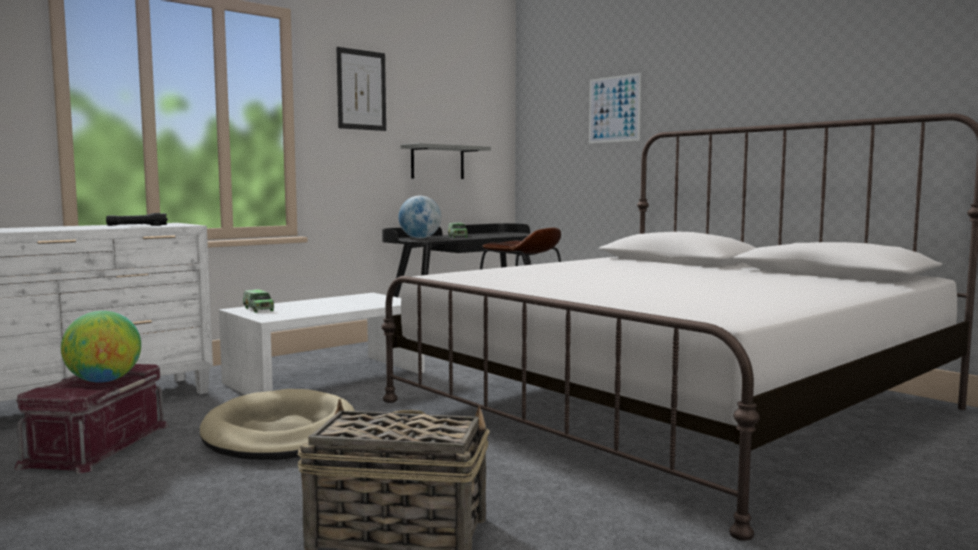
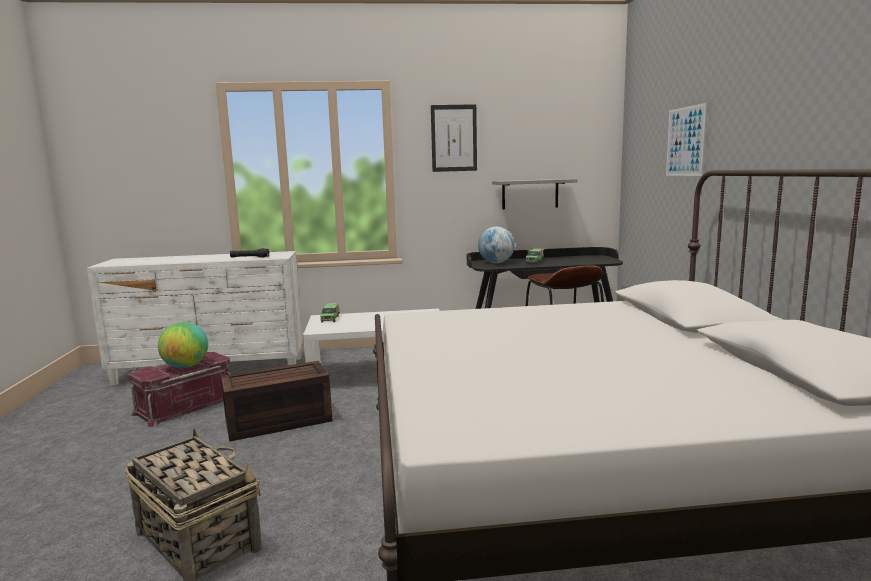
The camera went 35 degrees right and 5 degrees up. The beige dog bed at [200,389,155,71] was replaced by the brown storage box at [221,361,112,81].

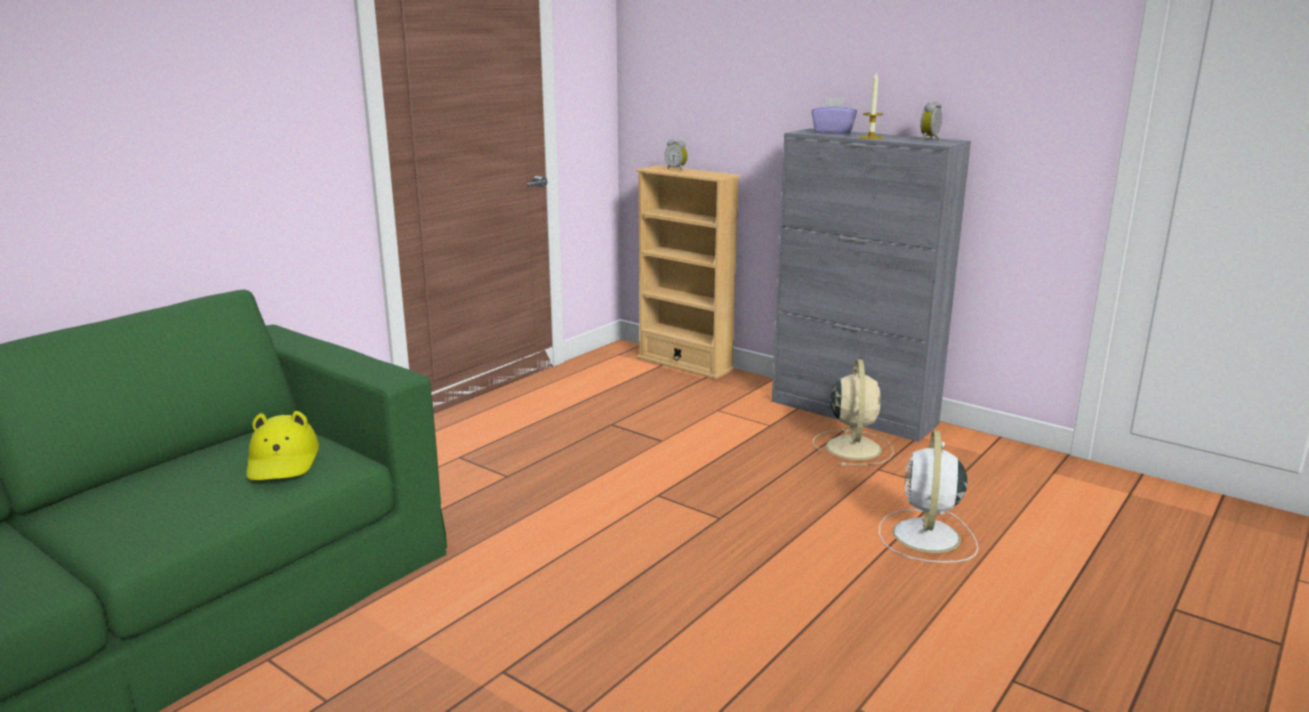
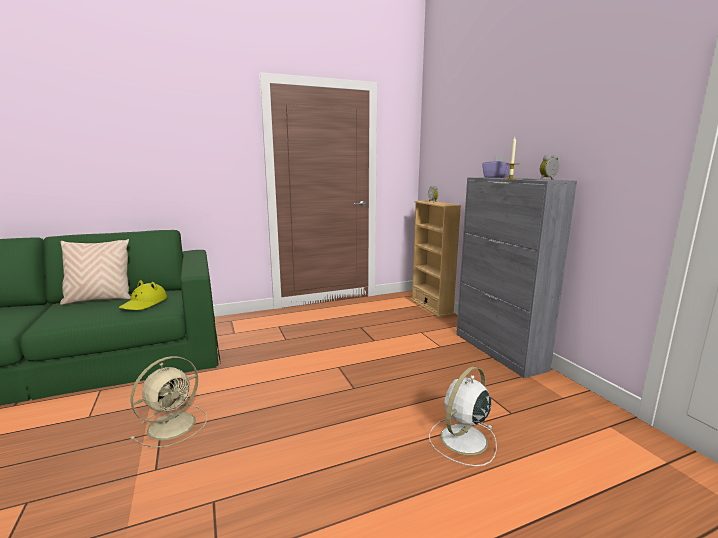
The camera went 30 degrees right and 5 degrees down. The beige pillow at [60,239,71,66] appeared. The beige fan moved from [813,359,81,107] to [130,356,77,92].

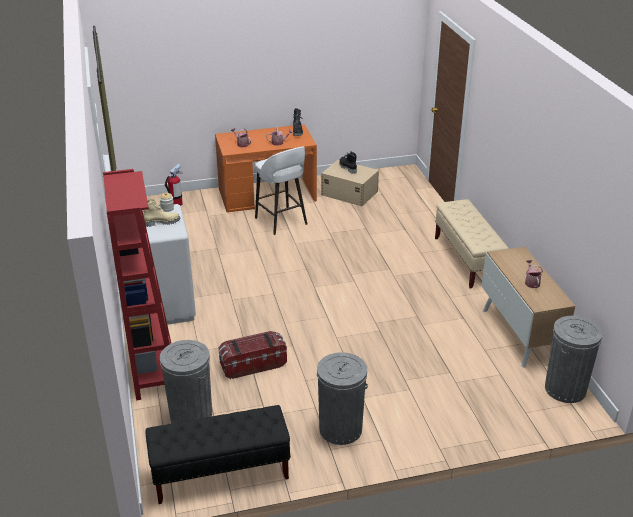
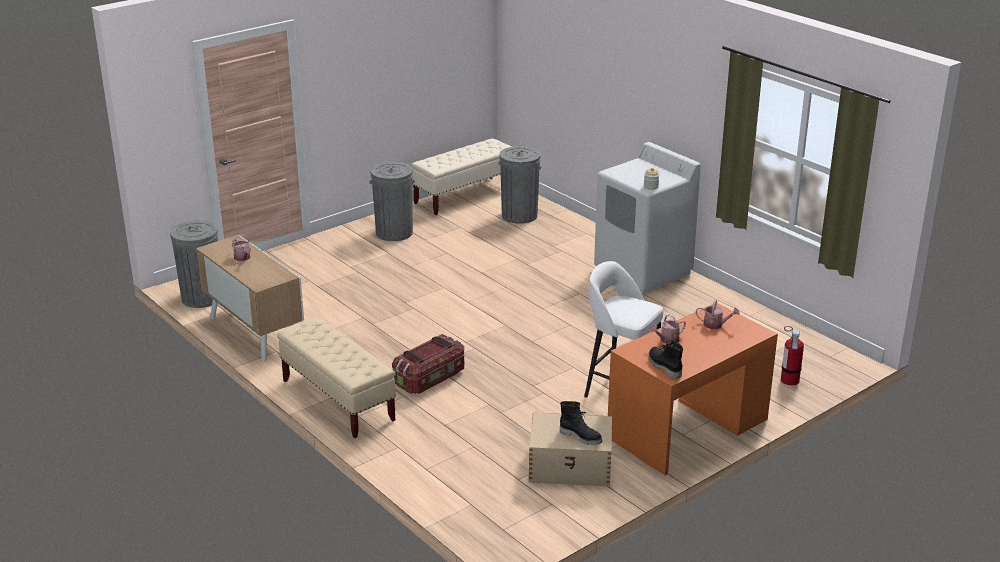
The camera went 155 degrees right and 5 degrees down. The red bookcase at [103,169,68,232] disappeared. The beige boot at [143,198,37,29] disappeared. The storage box moved from [219,331,68,48] to [392,334,72,60]. The black bench at [145,405,146,99] became the beige bench at [411,138,100,77].

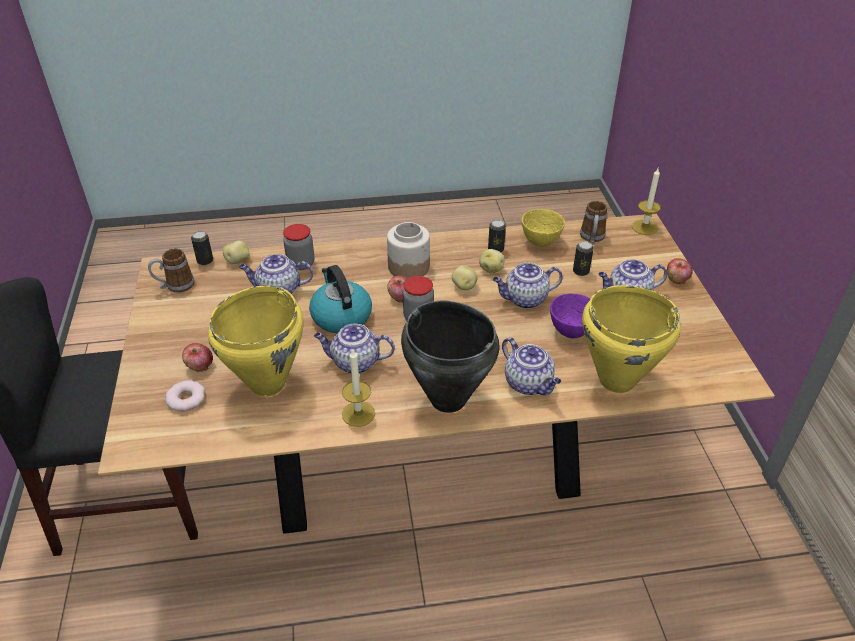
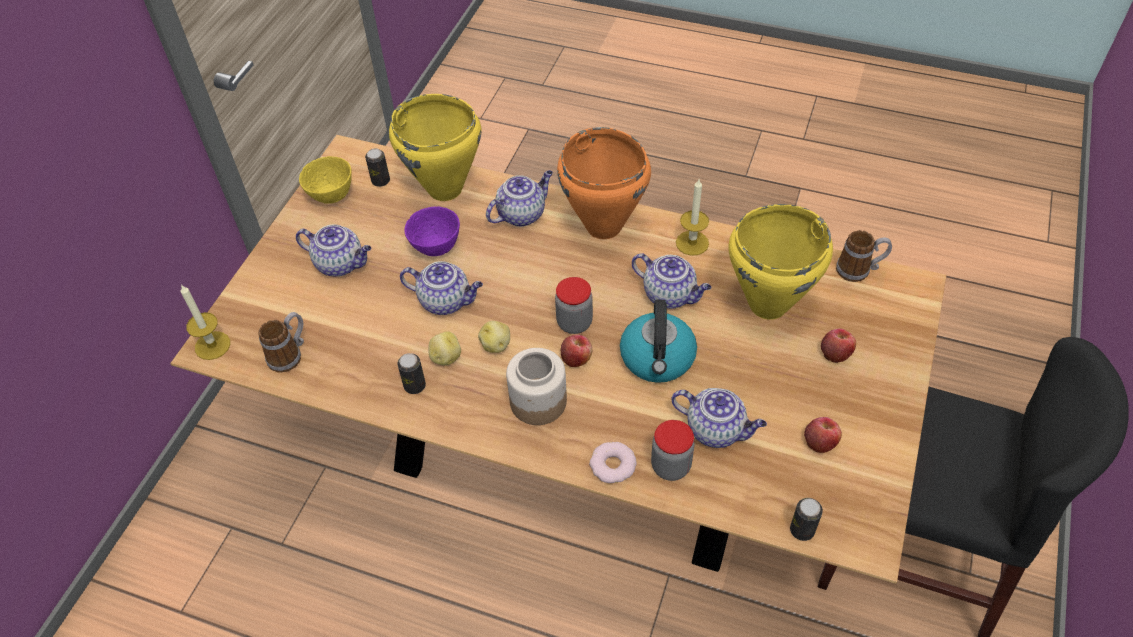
The camera went 150 degrees left and 10 degrees up. The potato at [223,241,27,23] disappeared. The mug moved from [148,248,47,45] to [836,230,56,52]. The donut moved from [165,380,40,31] to [589,442,48,41]. The yellow bowl moved from [522,209,43,38] to [299,156,53,48]. The can moved from [573,241,21,35] to [365,148,25,39]. The apple moved from [667,258,26,26] to [804,417,38,36]. The black cooking pot at [401,300,99,113] became the orange cooking pot at [557,127,94,112]. The teapot at [502,337,59,58] turned 60 degrees clockwise.

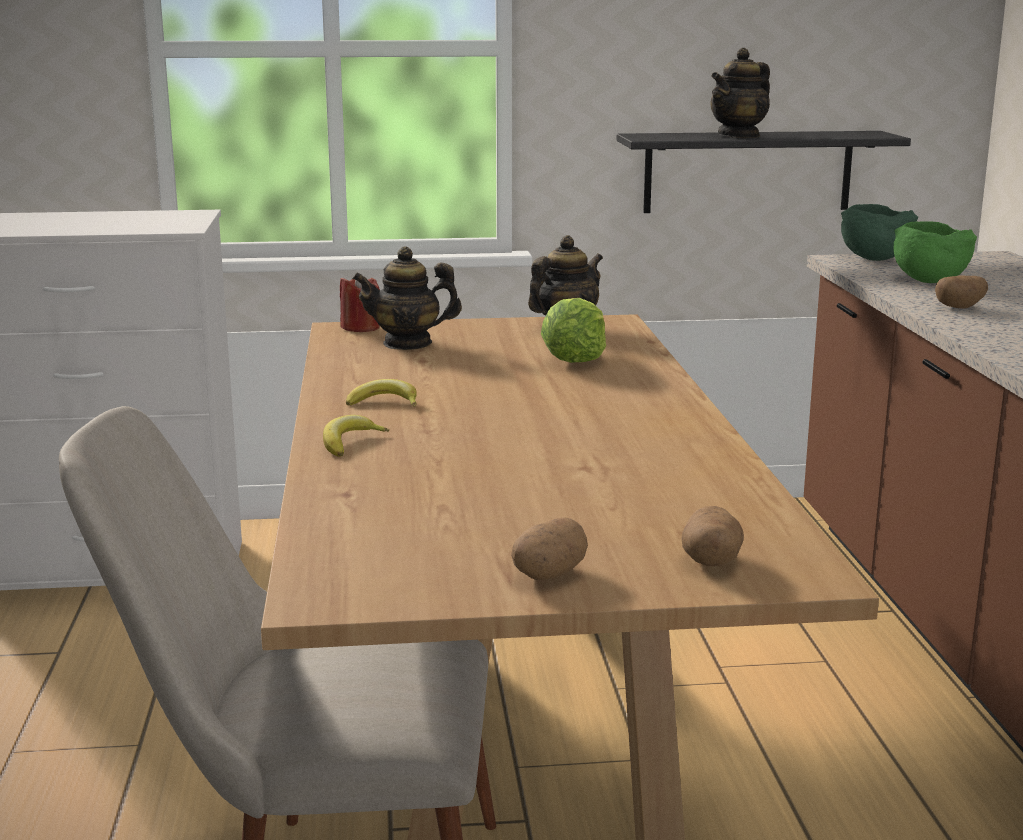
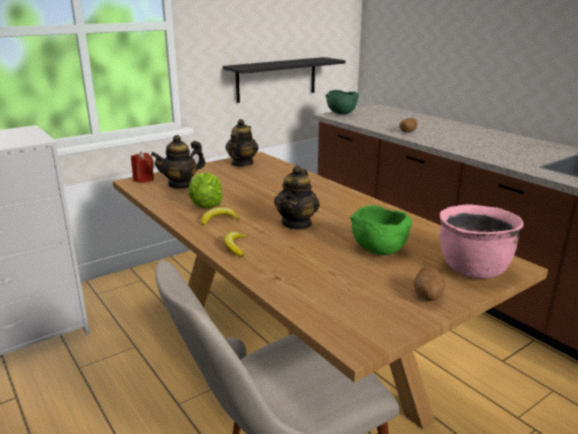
The camera went 30 degrees left and 5 degrees up. The lettuce moved from [541,298,65,65] to [188,172,35,36]. The teapot moved from [710,48,60,90] to [274,165,45,65]. The green bowl moved from [894,221,83,62] to [350,205,62,50]. The potato at [681,506,63,60] was replaced by the pink cooking pot at [440,204,84,75].

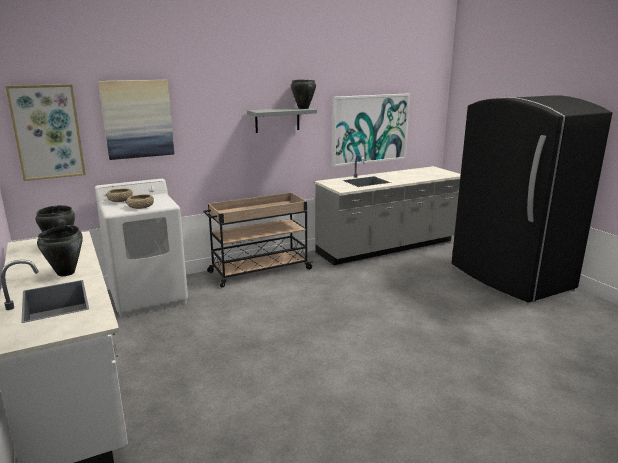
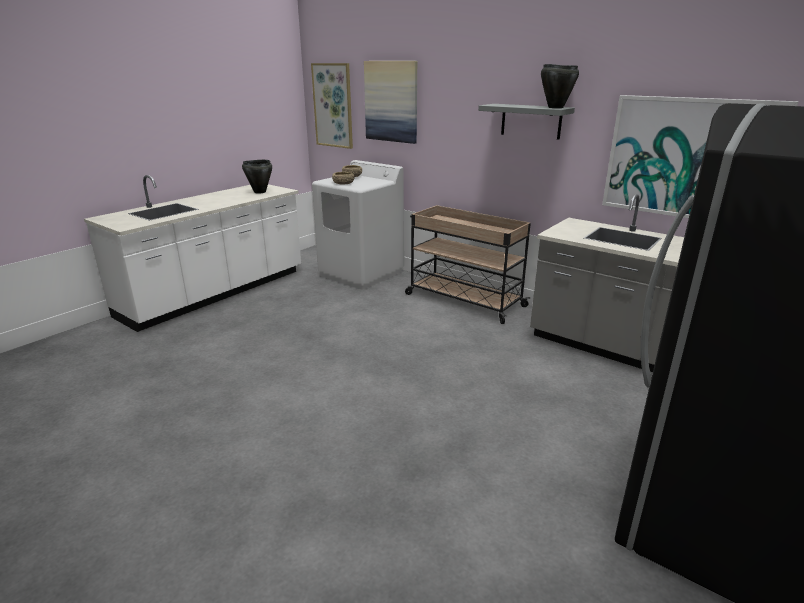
The camera went 65 degrees right and 5 degrees up. The black cooking pot at [37,225,46,51] disappeared.

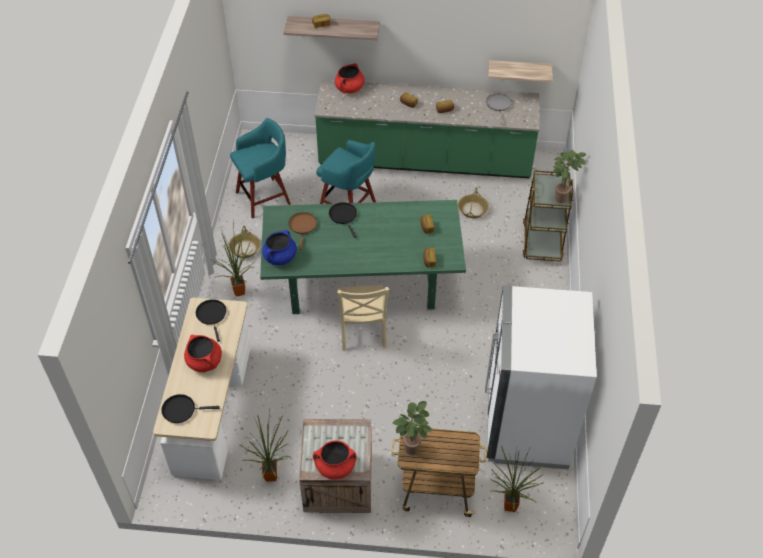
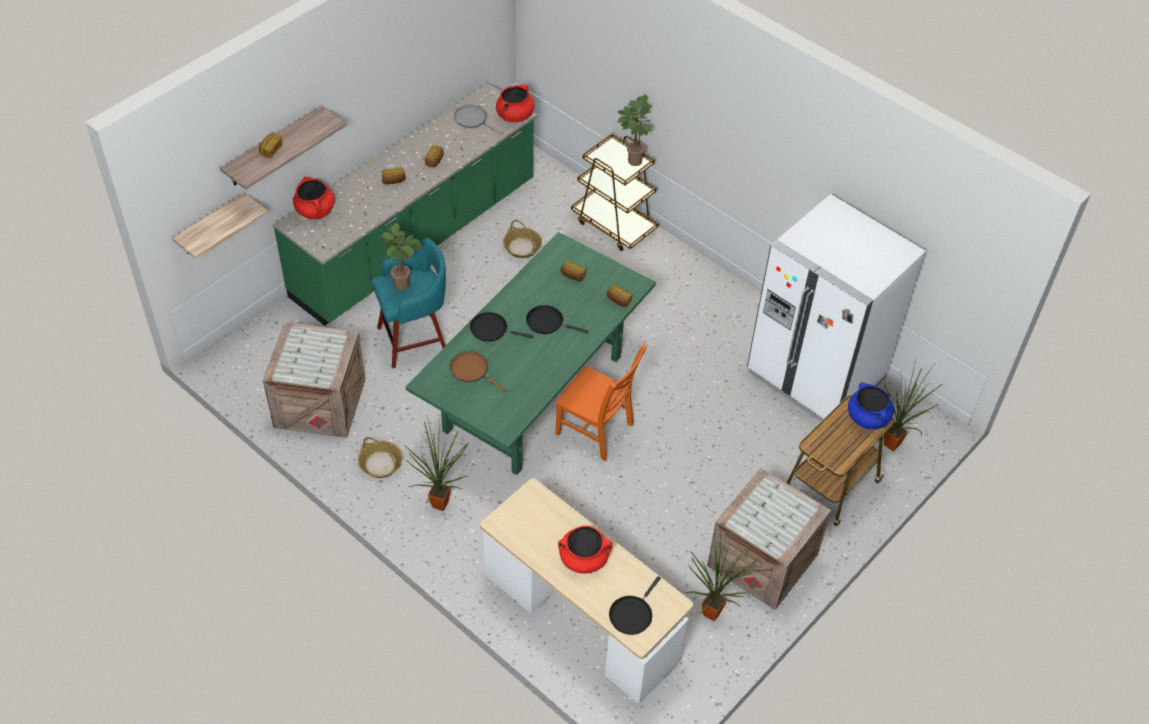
The camera went 55 degrees left and 0 degrees up. The black frying pan moved from [196,299,30,43] to [526,305,62,29]. The blue cooking pot moved from [262,230,35,35] to [848,382,46,48]. The red cooking pot moved from [313,440,43,40] to [496,84,38,38]. The potted plant moved from [392,401,40,54] to [380,223,43,68]. The shelf moved from [488,60,64,23] to [172,192,96,67]. The turquoise stool at [230,118,61,101] was replaced by the crate at [263,322,102,116]. The beige chair at [337,285,52,66] became the orange chair at [555,344,93,117].

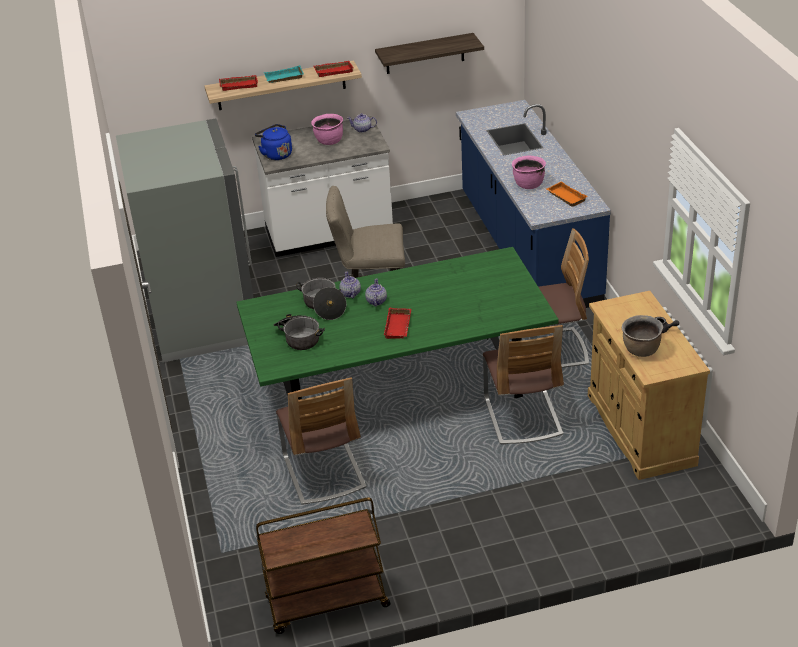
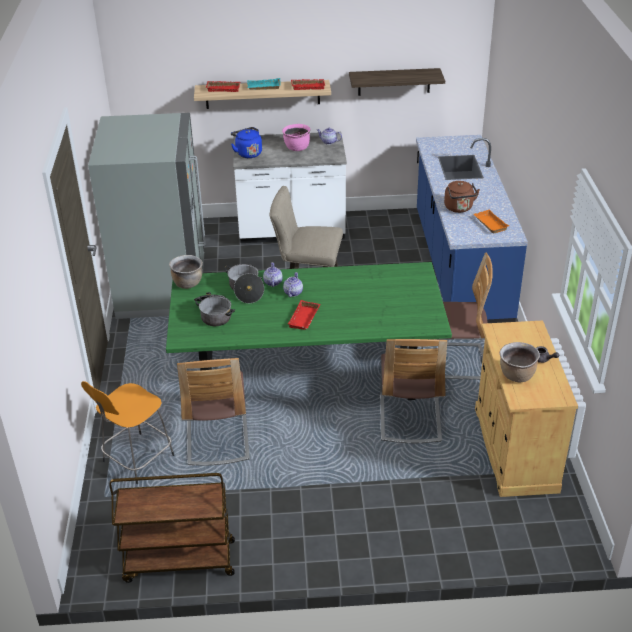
The camera went 10 degrees right and 0 degrees up. The orange stool at [81,381,93,103] appeared. The brown cooking pot at [169,255,34,34] appeared. The pink cooking pot at [512,155,34,34] was replaced by the brown kettle at [444,181,36,32].

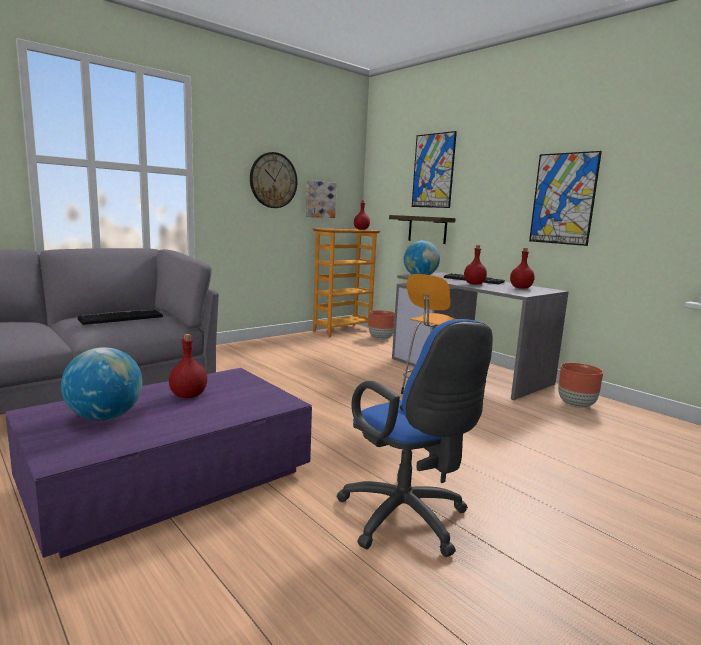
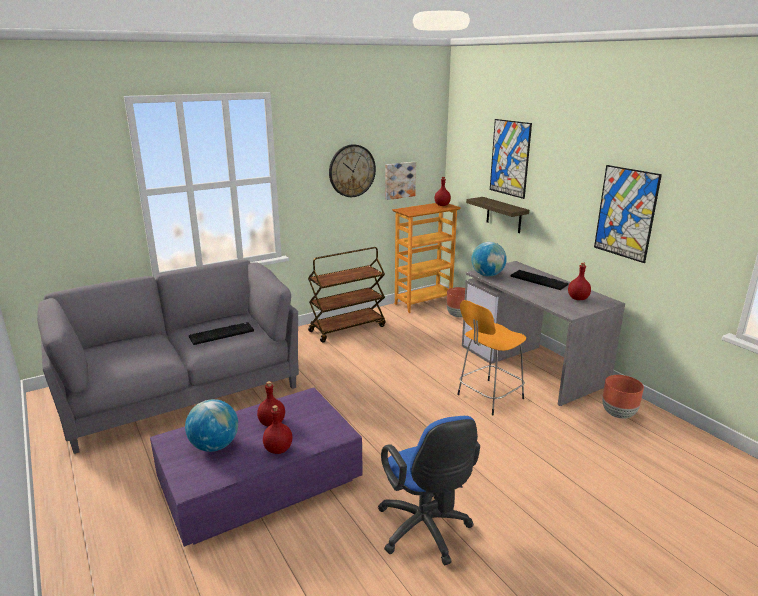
The camera went 10 degrees right and 10 degrees up. The brown cart at [308,247,78,96] appeared. The red bottle moved from [464,245,23,40] to [263,405,29,49].

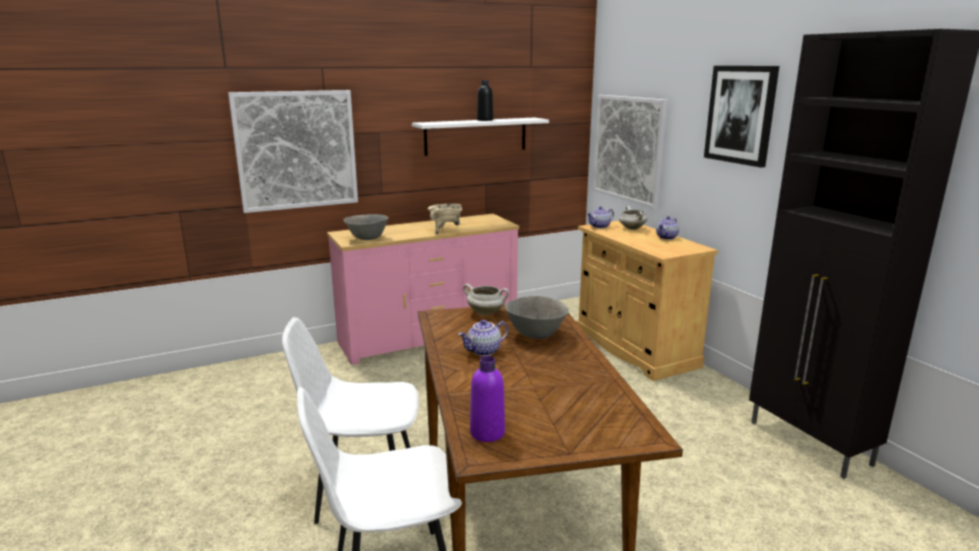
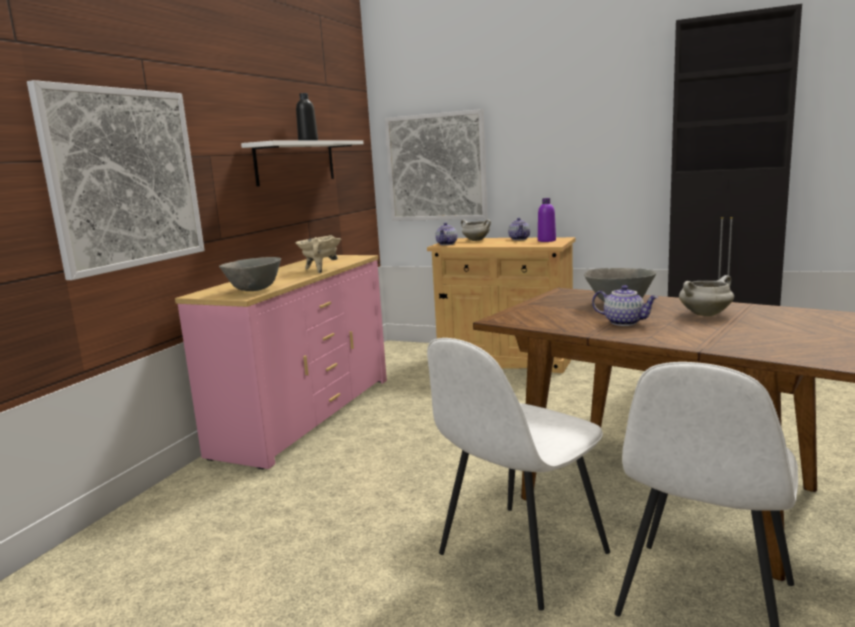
The camera went 40 degrees left and 5 degrees down. The picture at [704,66,75,102] disappeared. The white cooking pot moved from [463,284,46,32] to [679,275,55,41]. The purple bottle moved from [470,356,35,86] to [538,198,18,44]. The teapot at [458,320,50,36] turned 75 degrees counterclockwise.

